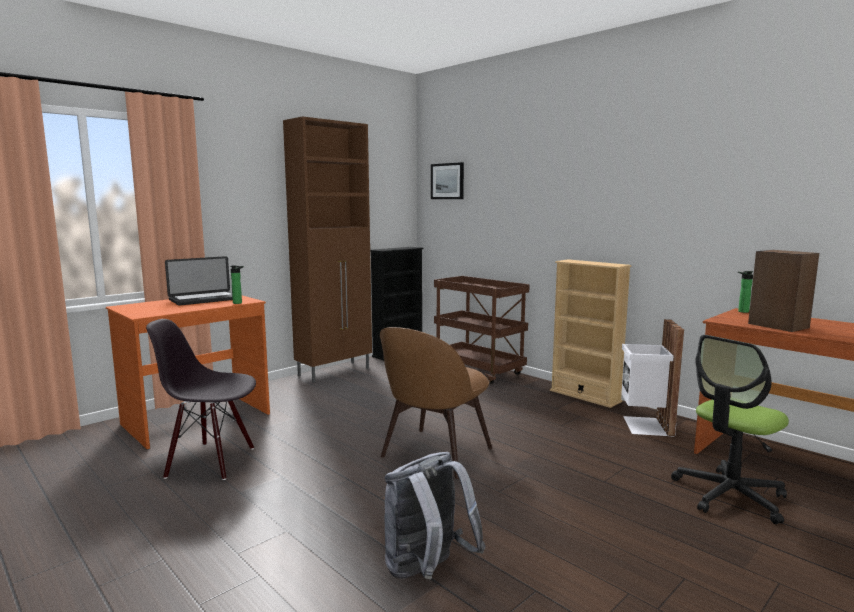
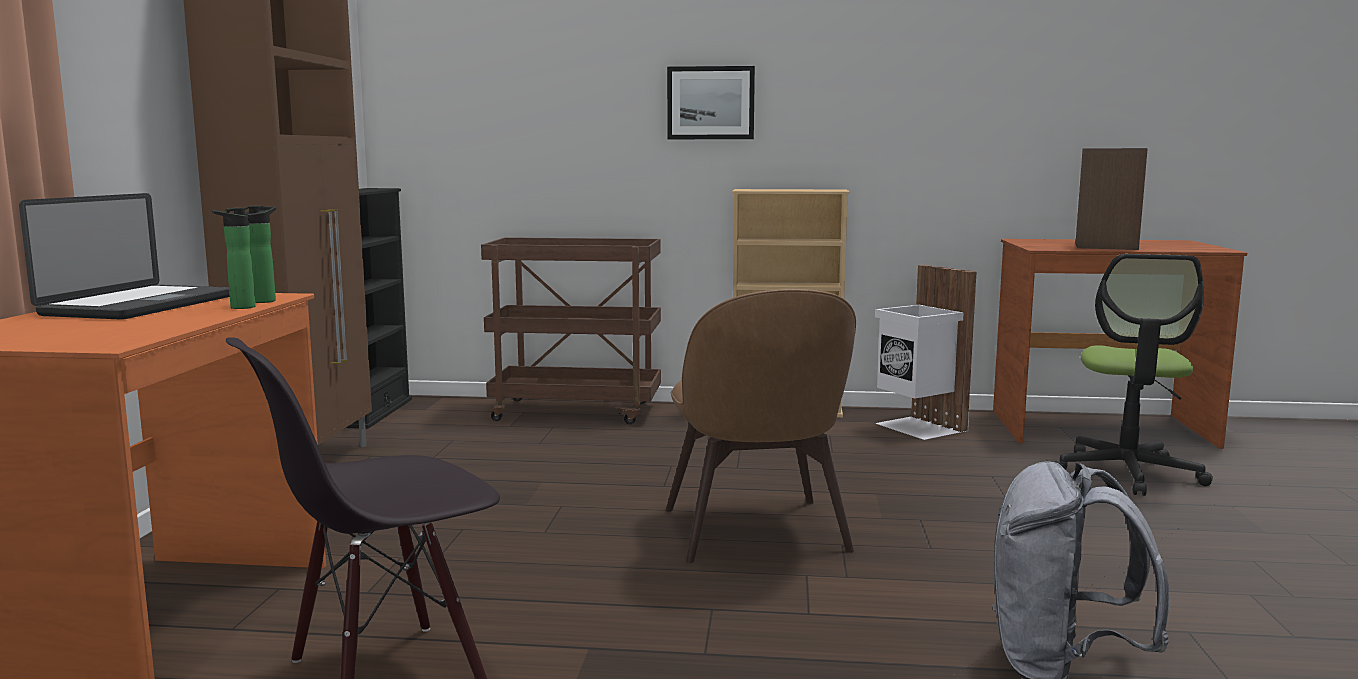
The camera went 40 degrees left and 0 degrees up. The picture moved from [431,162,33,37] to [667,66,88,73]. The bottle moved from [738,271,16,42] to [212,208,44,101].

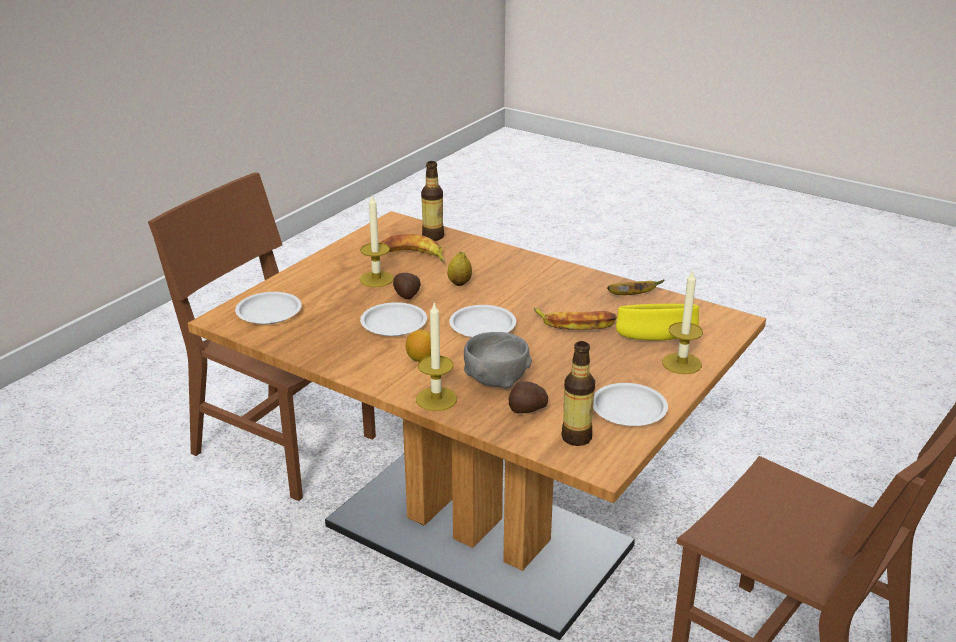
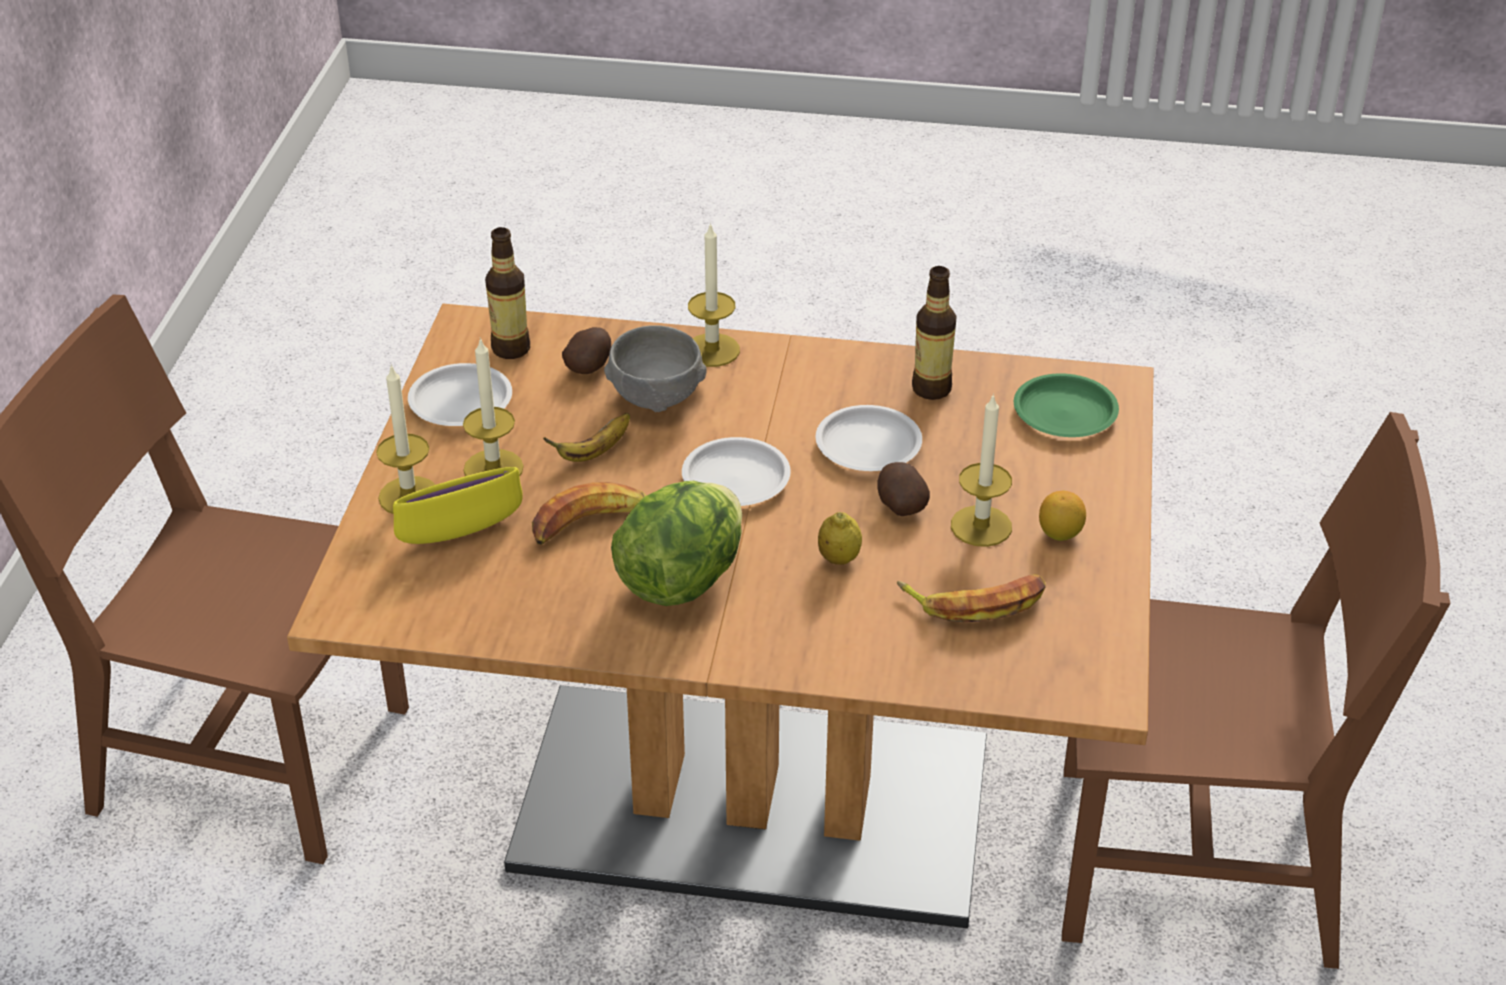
The camera went 155 degrees right and 10 degrees up. The candle at [463,337,61,139] appeared. The lettuce at [611,481,131,125] appeared. The lemon moved from [406,330,25,32] to [1039,491,47,50]. The bottle moved from [421,161,23,80] to [912,266,45,134]. The banana moved from [607,279,57,16] to [543,413,87,49]. The white plate at [235,292,67,32] became the green plate at [1014,373,105,64].

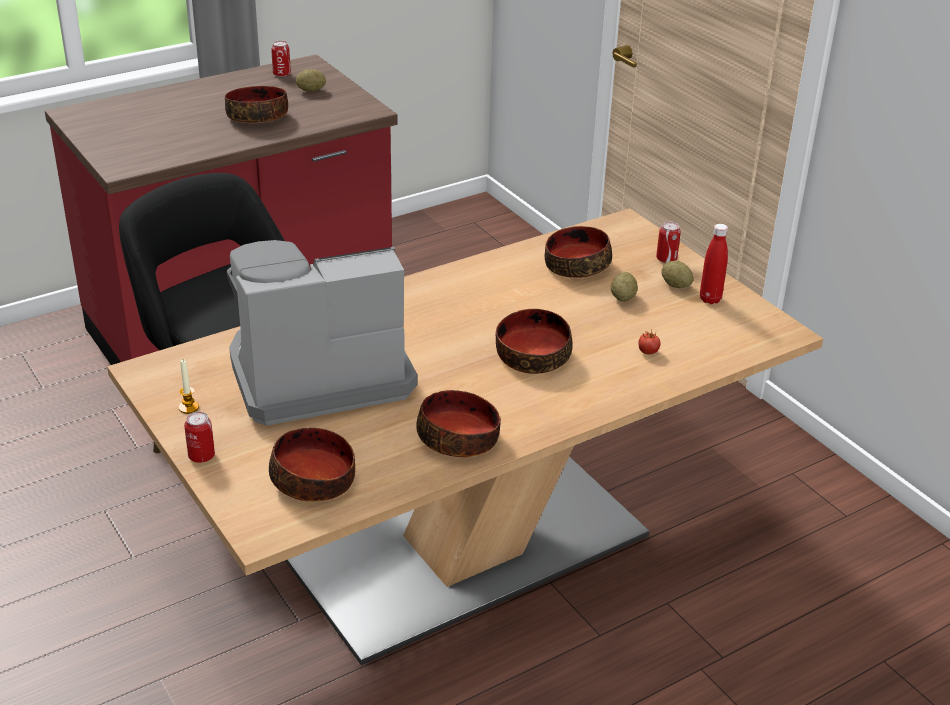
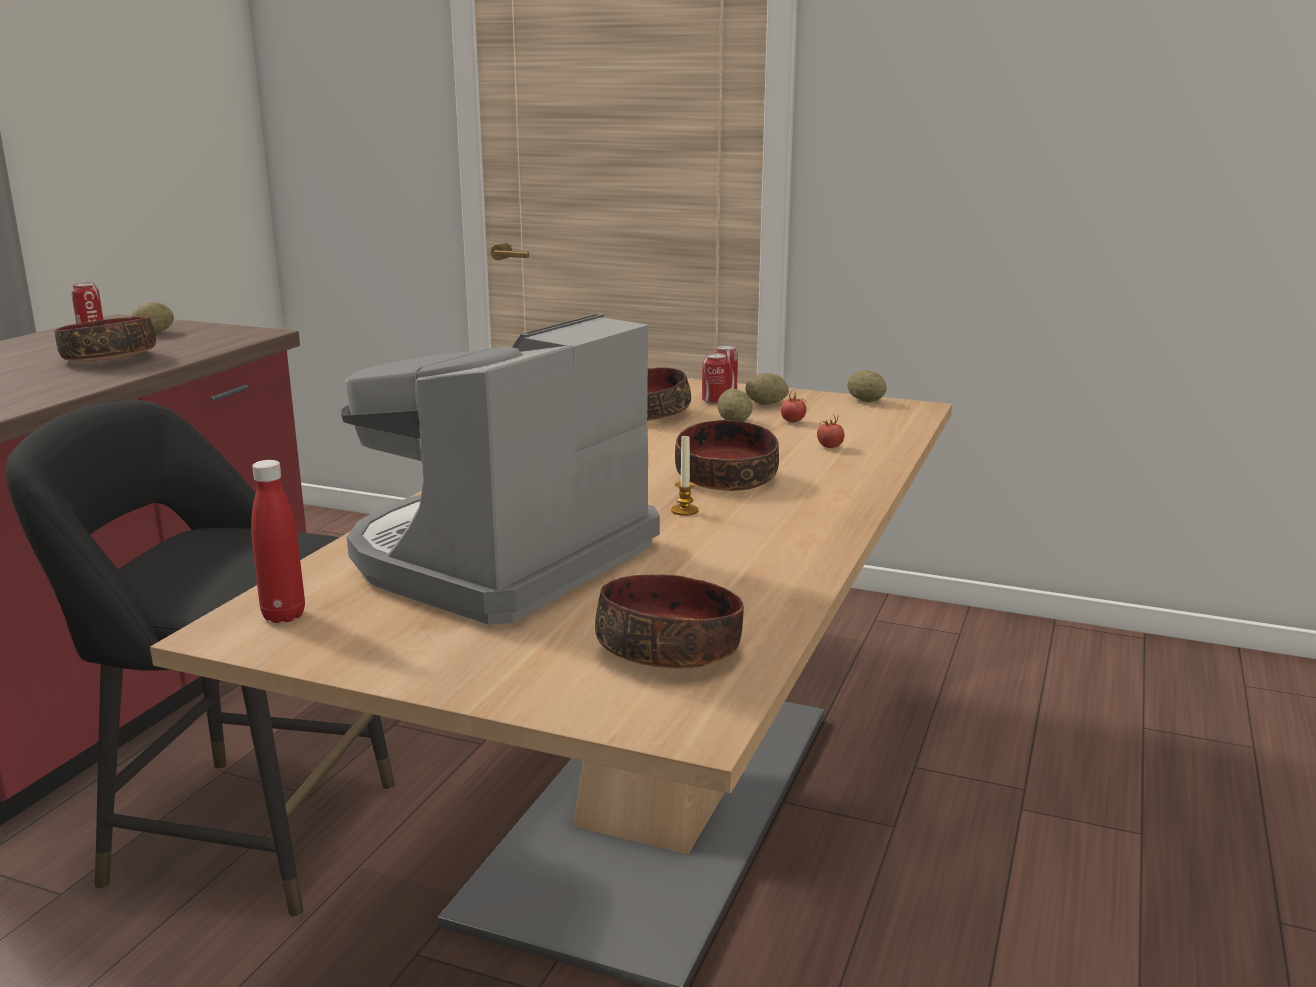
The camera went 35 degrees left and 15 degrees down. The bowl at [416,390,85,67] disappeared. The tomato at [781,391,26,31] appeared. The potato at [847,370,40,32] appeared. The candle moved from [179,359,20,55] to [671,433,27,83]. The can moved from [184,412,31,51] to [702,353,26,51]. The red bottle moved from [700,224,28,80] to [251,460,54,163].

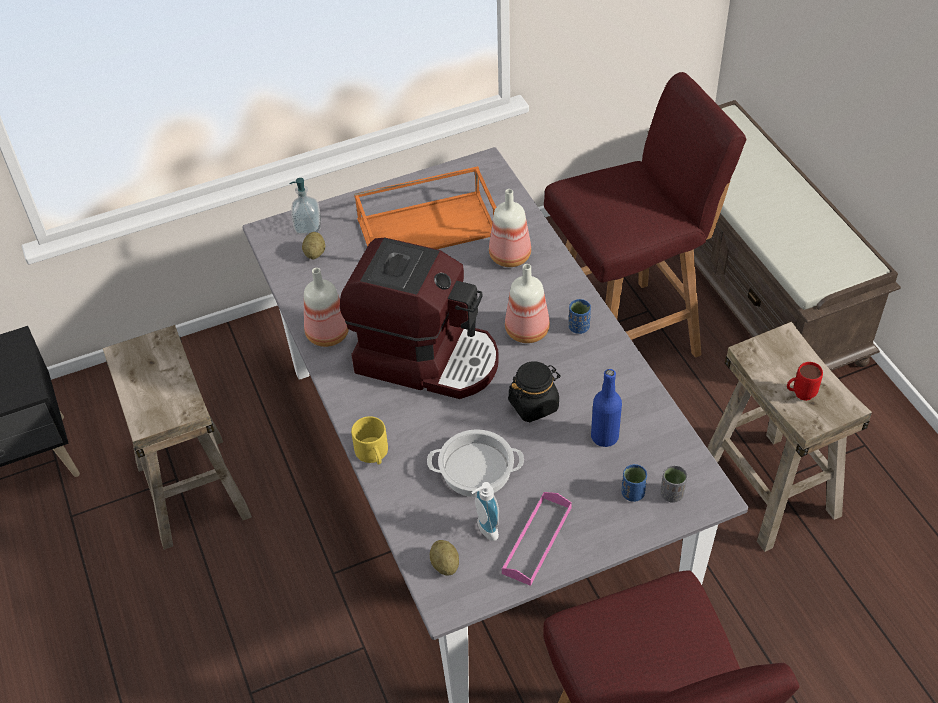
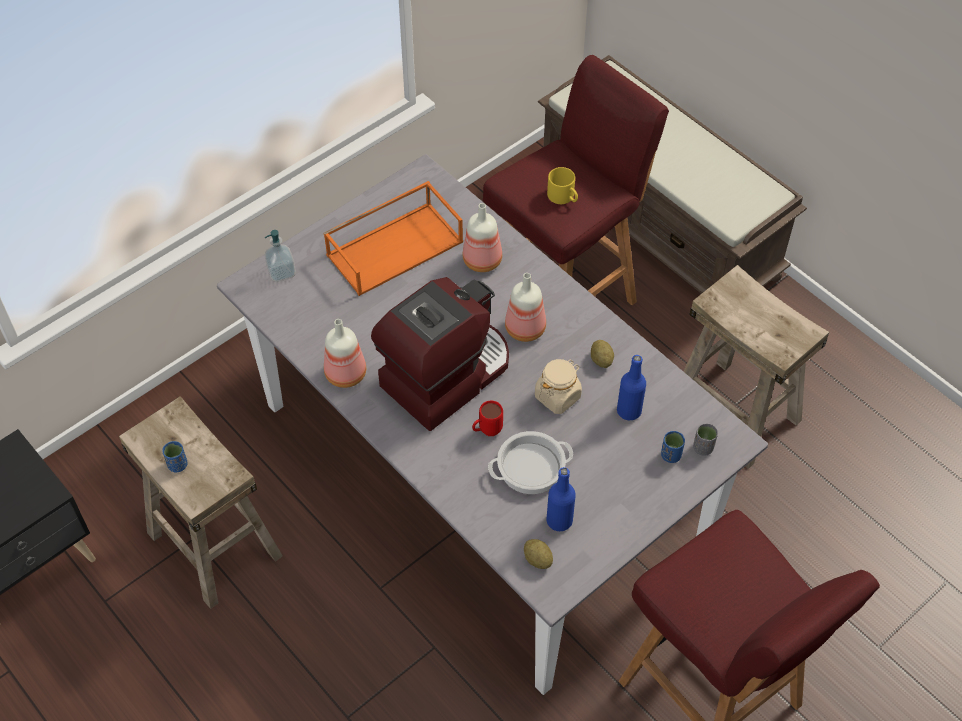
The camera went 20 degrees left and 5 degrees up. The pink tray at [502,492,70,94] disappeared. The potato moved from [302,232,23,27] to [591,340,23,28]. The yellow mug moved from [351,416,37,49] to [547,167,31,37]. The blue cup moved from [569,299,22,35] to [162,441,26,31]. The red mug moved from [787,362,36,39] to [472,400,31,36]. The soap dispenser at [471,482,28,59] was replaced by the blue bottle at [547,467,29,64]. The black jar at [508,361,53,61] became the beige jar at [535,359,47,55]. The coffee machine at [340,238,159,161] turned 45 degrees counterclockwise.

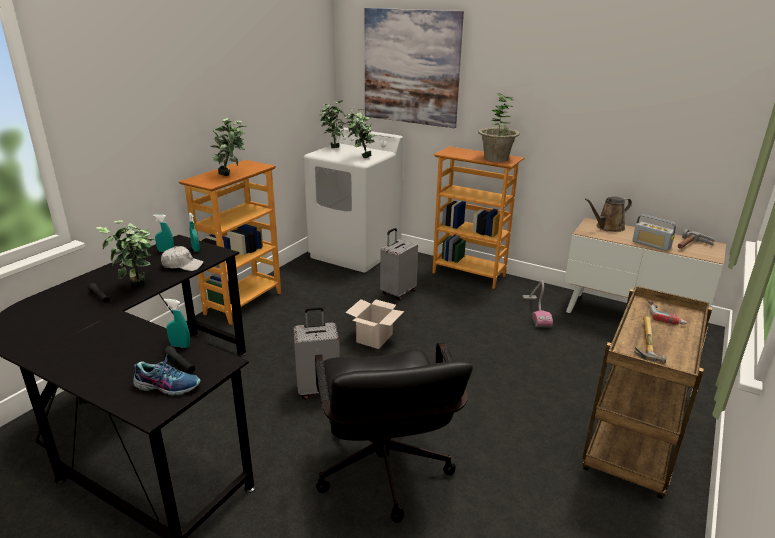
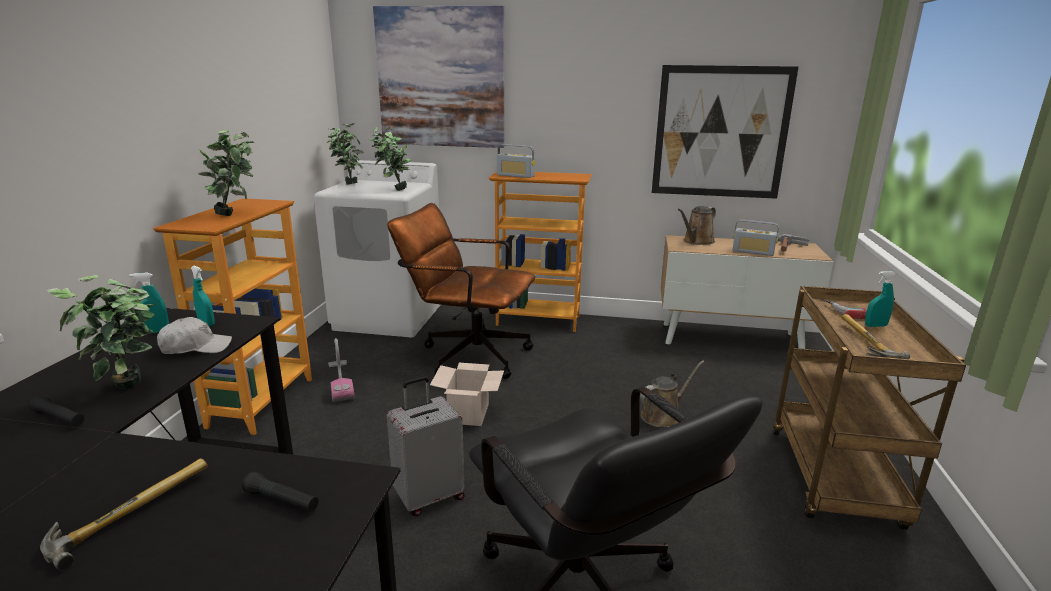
The camera went 20 degrees left and 5 degrees down. The shoe at [133,355,68,41] disappeared. The potted plant at [478,93,42,69] disappeared. The hammer at [40,459,168,111] appeared. The radio at [497,144,38,34] appeared. The brown watering can at [640,361,65,66] appeared. The picture at [652,65,146,134] appeared. The turquoise spray bottle moved from [164,299,26,49] to [865,271,32,56]. The vacuum cleaner moved from [522,280,31,47] to [328,338,27,64]. The grey suitcase at [380,228,38,72] was replaced by the brown office chair at [387,203,148,176].

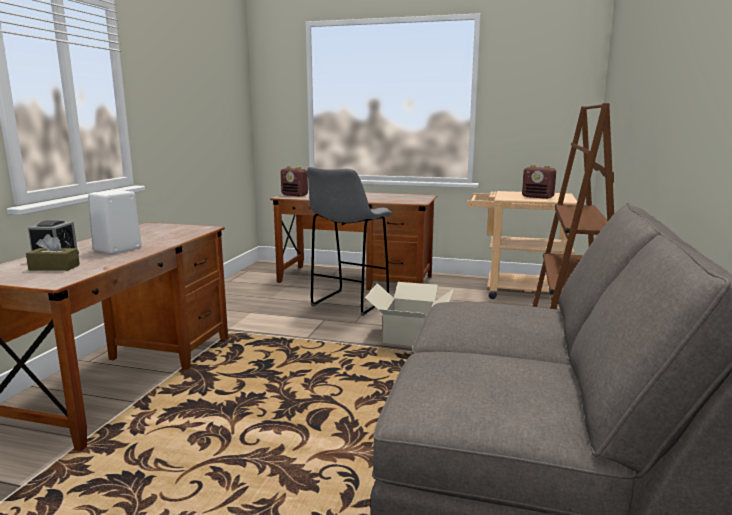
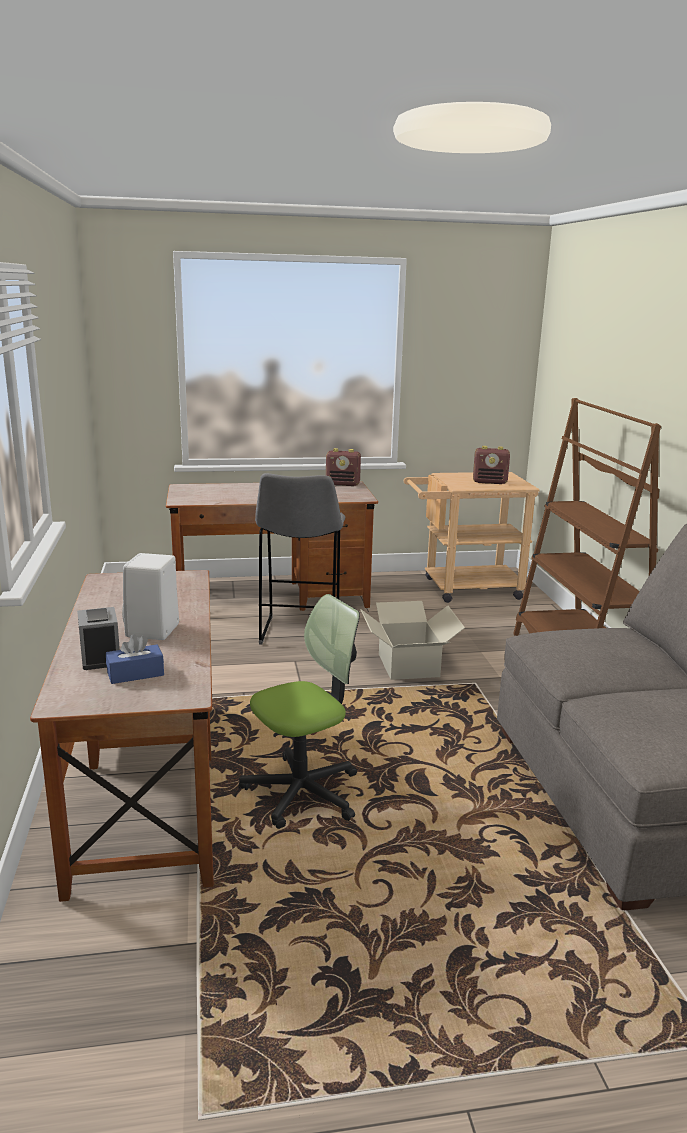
The camera went 25 degrees left and 5 degrees up. The office chair at [239,594,121,235] appeared. The radio moved from [281,166,27,31] to [326,448,35,38]. The brown tissue box at [26,234,54,37] became the blue tissue box at [106,634,58,50].

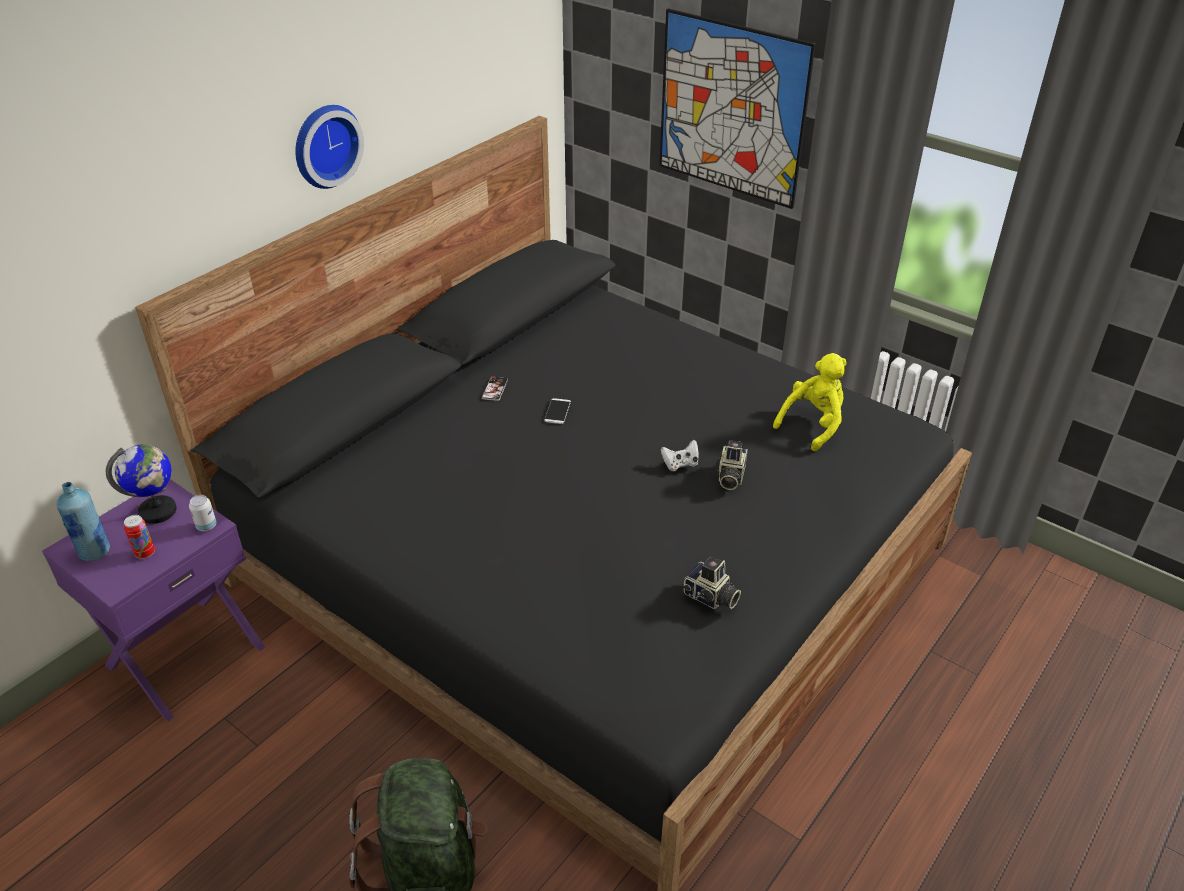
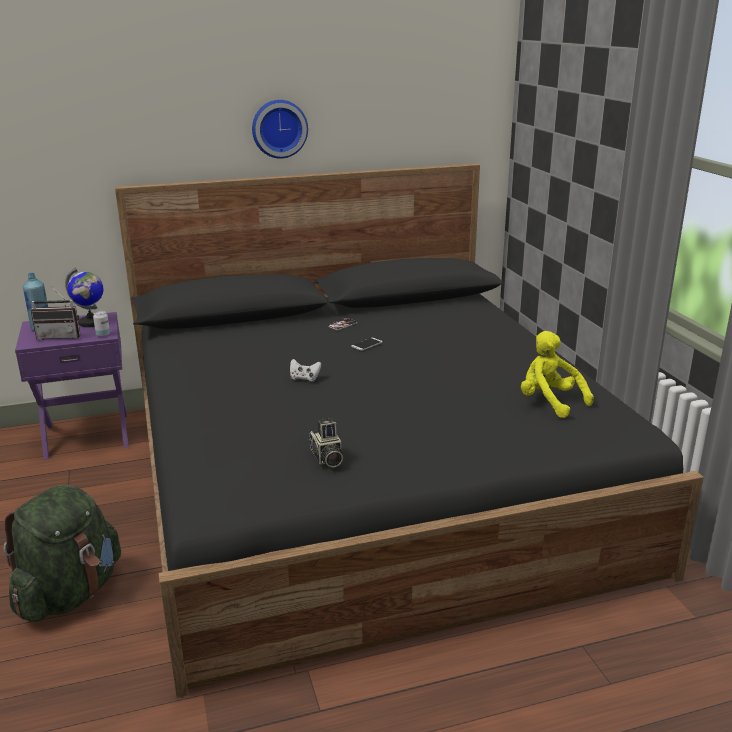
The camera went 35 degrees right and 15 degrees down. The picture at [659,8,157,201] disappeared. The photo camera at [716,440,32,50] disappeared. The white game controller moved from [661,440,38,31] to [290,359,31,23]. The can at [124,515,31,44] was replaced by the radio at [31,286,50,54]. The yellow plush toy at [773,353,74,98] turned 120 degrees counterclockwise.

